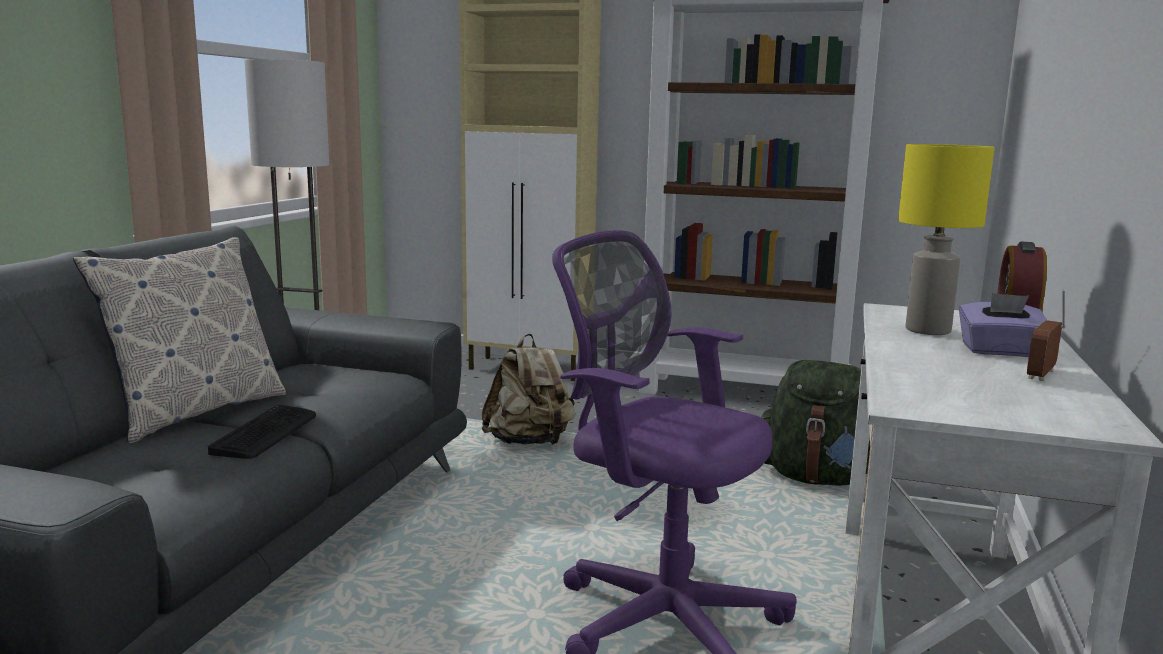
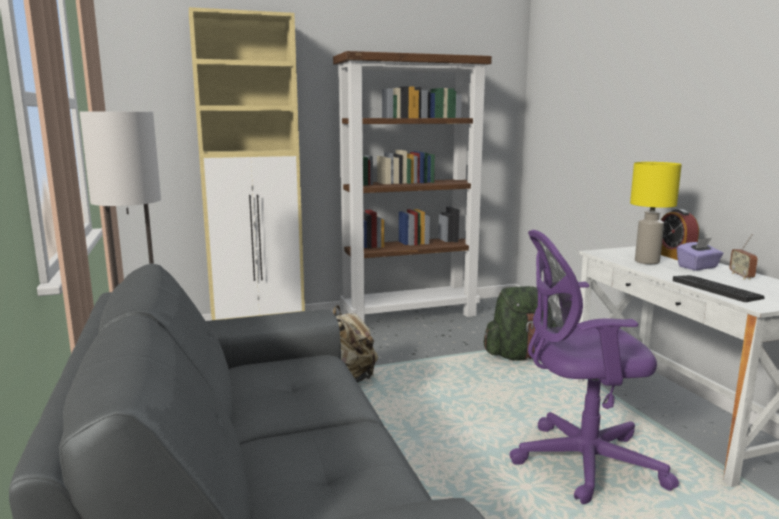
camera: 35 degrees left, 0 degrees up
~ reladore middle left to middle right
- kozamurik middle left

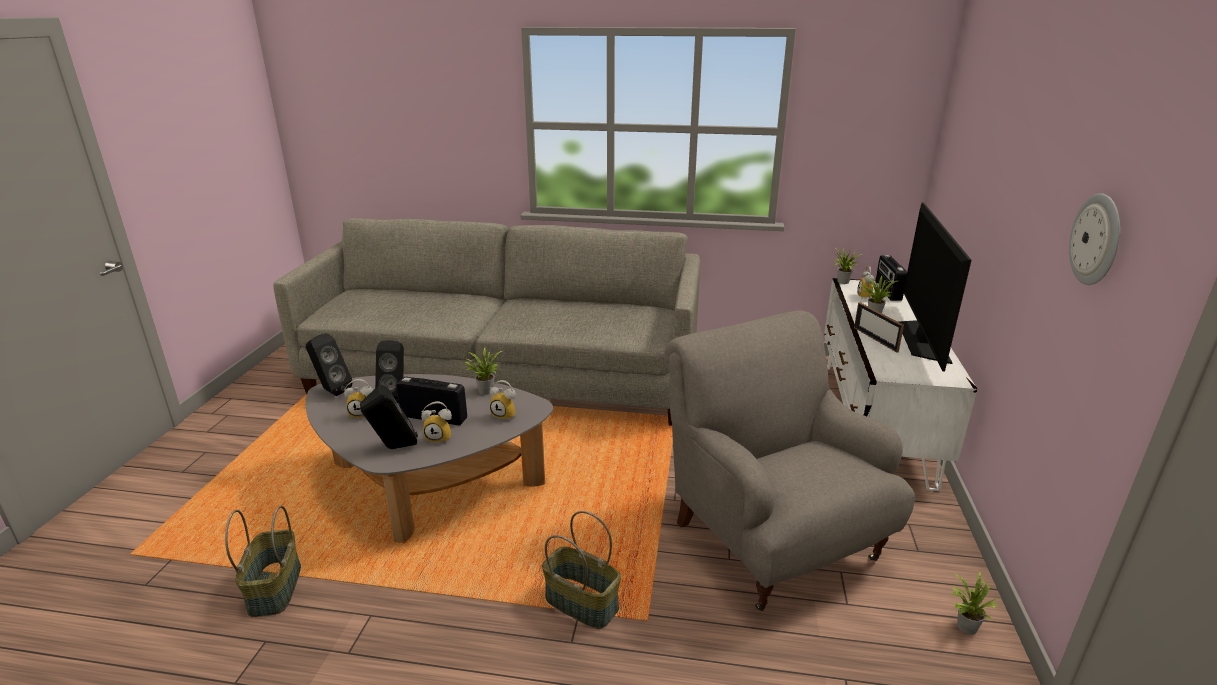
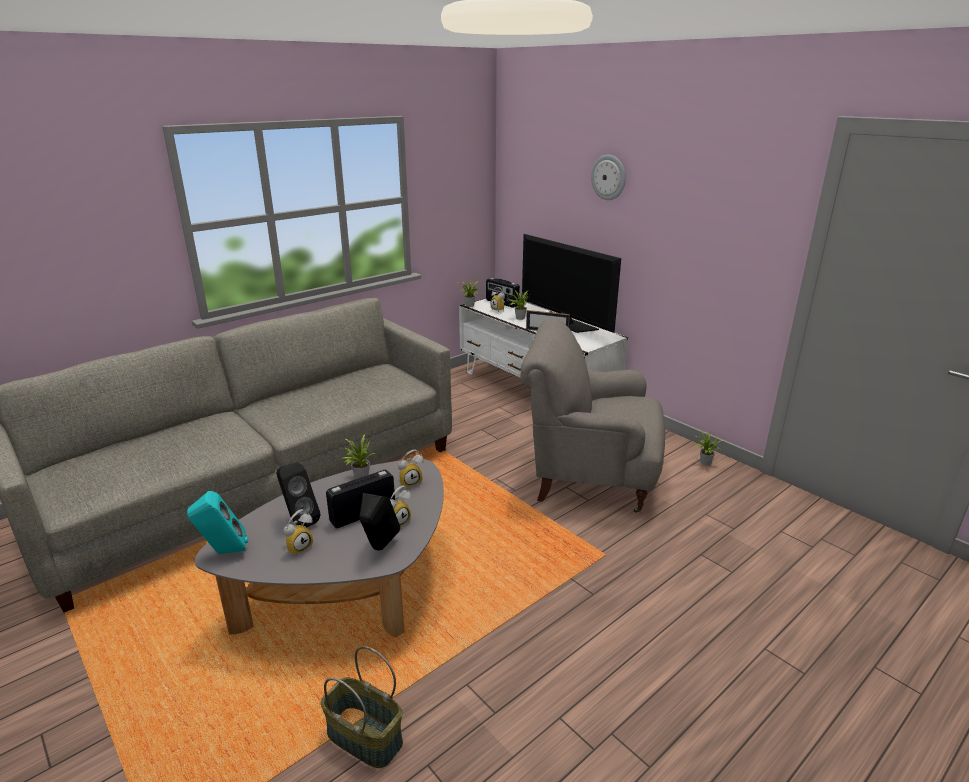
camera: 50 degrees left, 0 degrees up
~ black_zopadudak (1st from left) middle left to turquoise_zopadudak bottom left
~ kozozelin middle right to top centre
- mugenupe (2nd from left) bottom centre

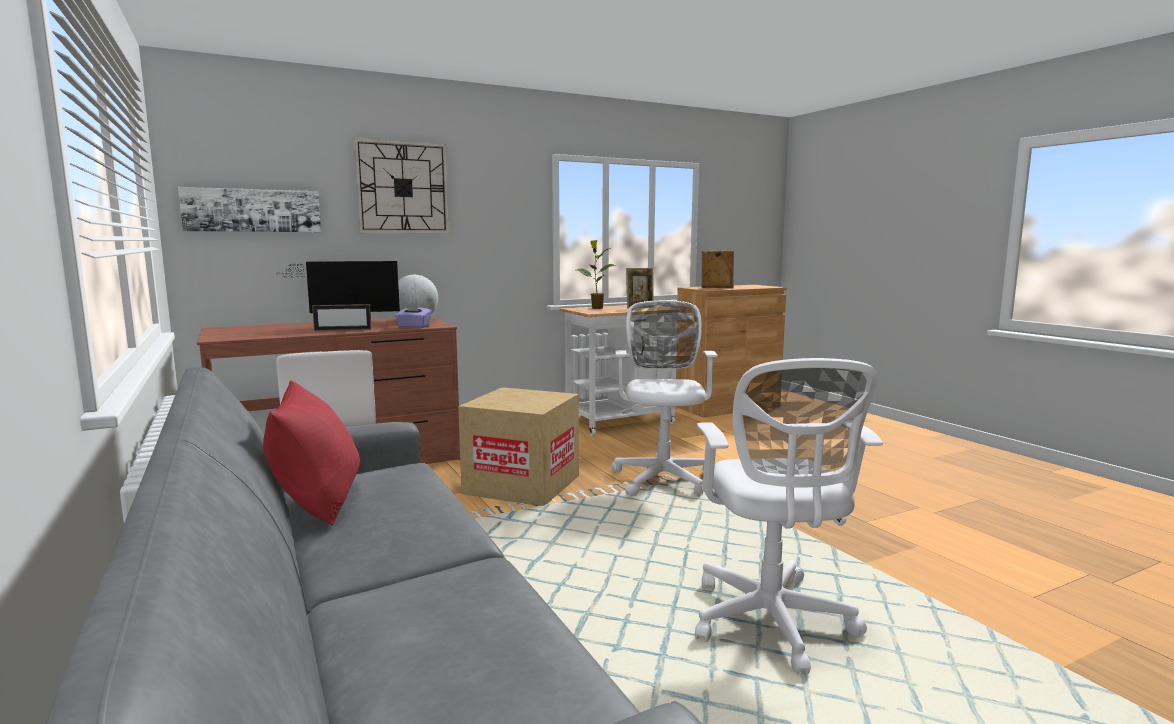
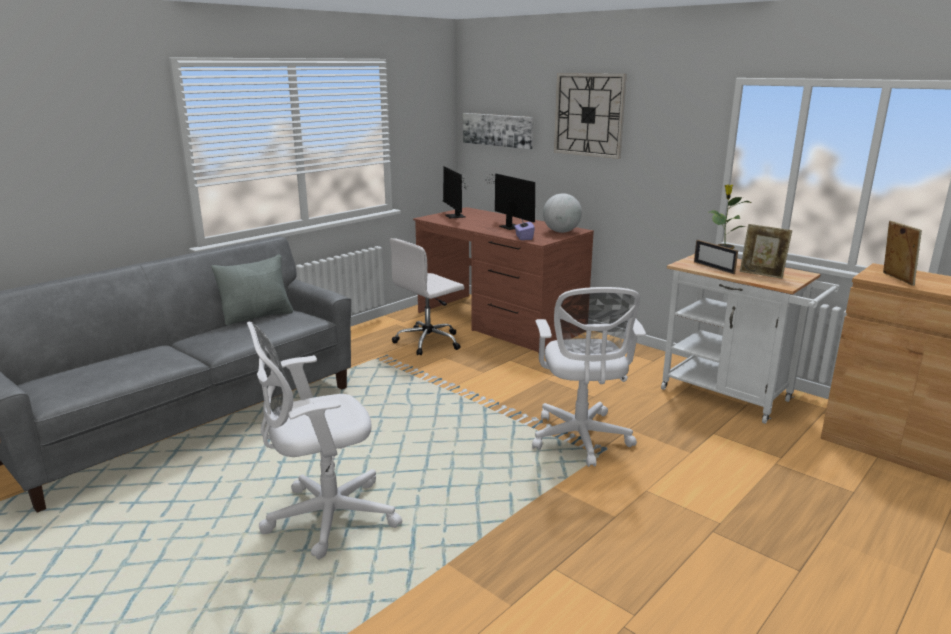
camera: 70 degrees right, 10 degrees up
~ red_kozamurik middle left to grey_kozamurik middle left
+ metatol (1st from left) top centre
~ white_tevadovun (2nd from left in the first image) centre = centre 105 degrees clockwise
~ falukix (1st from left) middle left to middle right
- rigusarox centre

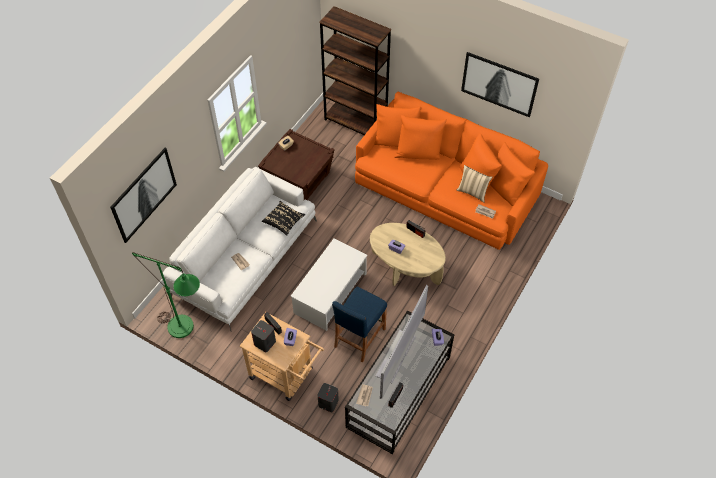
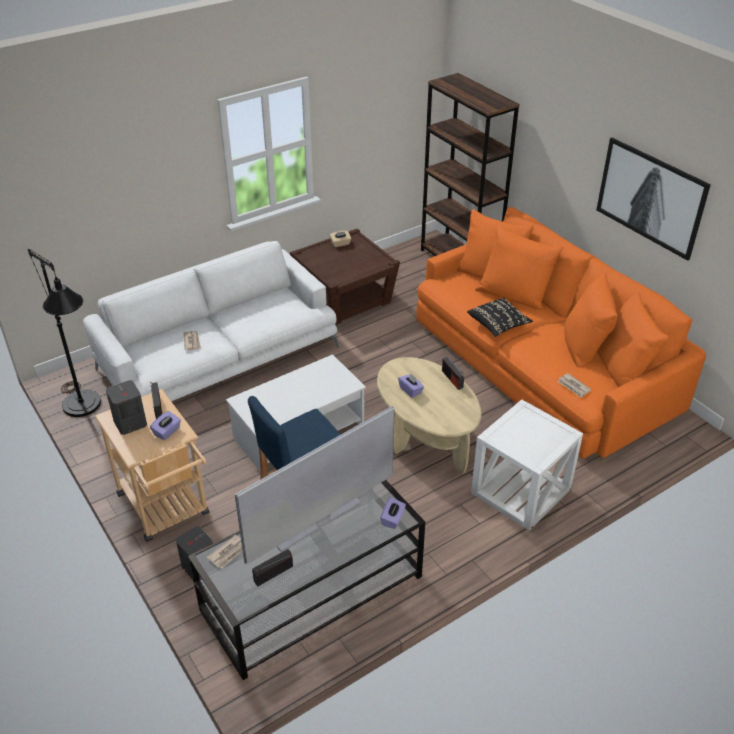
camera: 25 degrees right, 15 degrees down
~ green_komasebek middle left to black_komasebek middle left
~ black_kozamurik centre to middle right
+ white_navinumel middle right
- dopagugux (1st from left) middle left
- beige_kozamurik centre

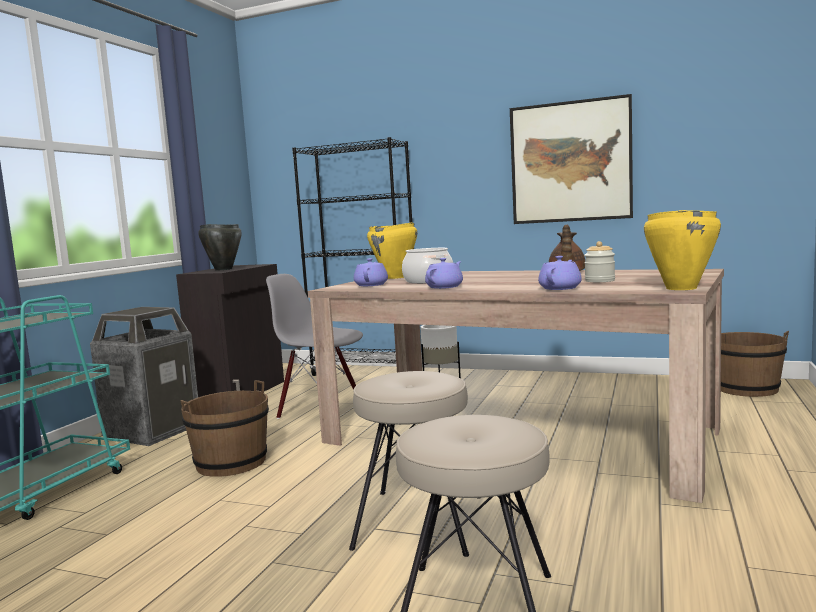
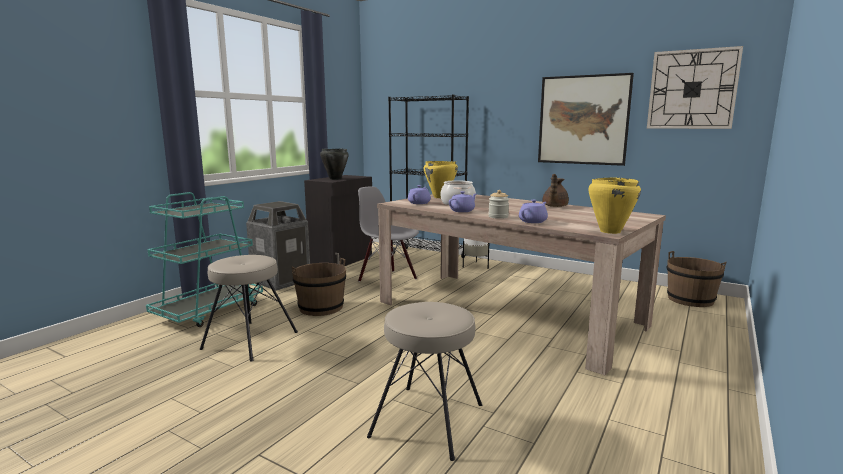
camera: 10 degrees right, 5 degrees up
~ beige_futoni (1st from left) bottom centre to middle left
~ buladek middle right to centre
+ kozozelin top right

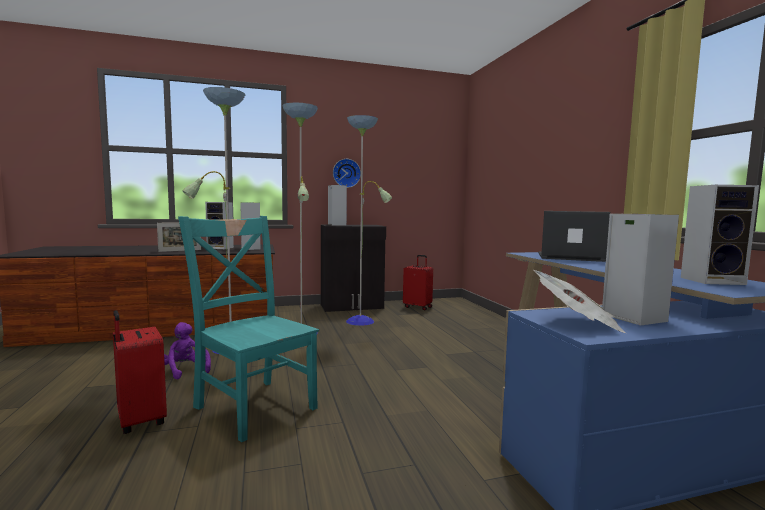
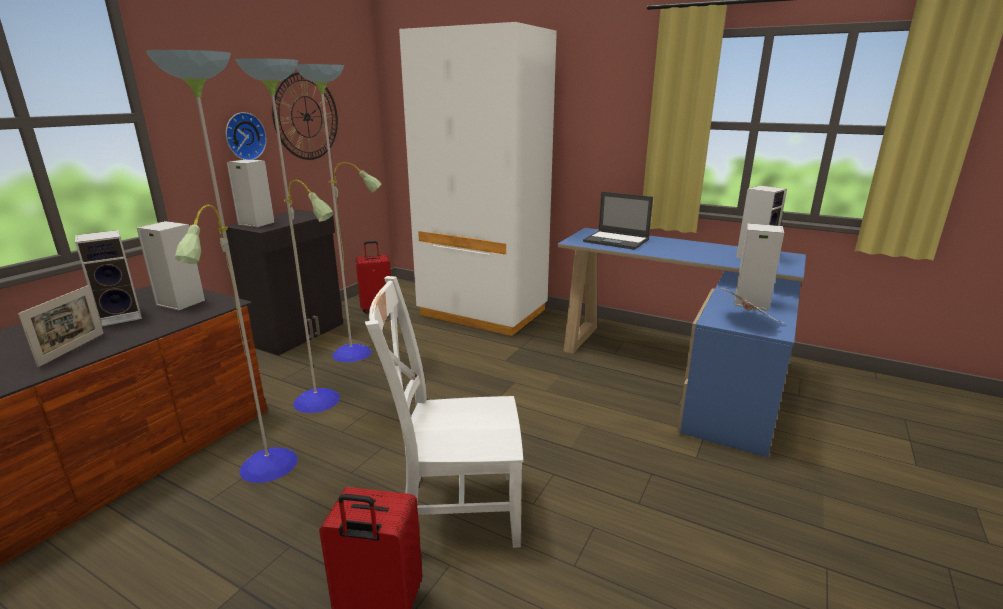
camera: 45 degrees left, 15 degrees up
+ kozozelin (2nd from left) top left
~ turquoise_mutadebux middle left to white_mutadebux bottom centre
+ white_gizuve top centre
~ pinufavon middle right = centre 120 degrees counterclockwise
- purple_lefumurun bottom left

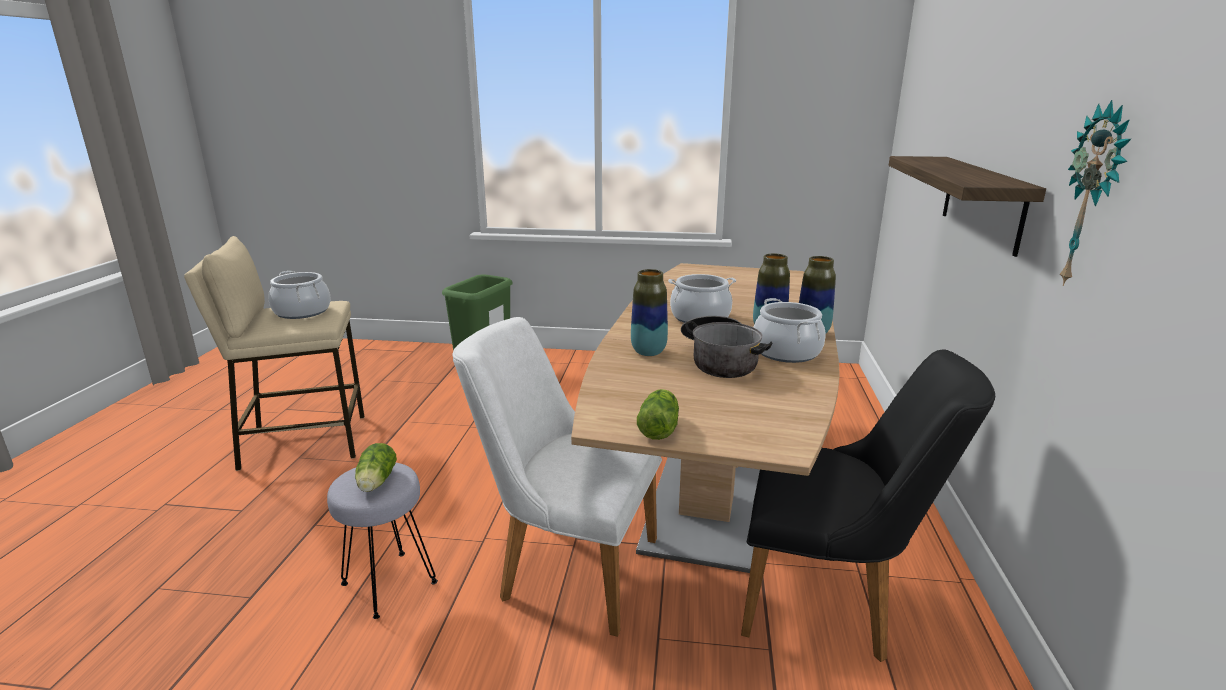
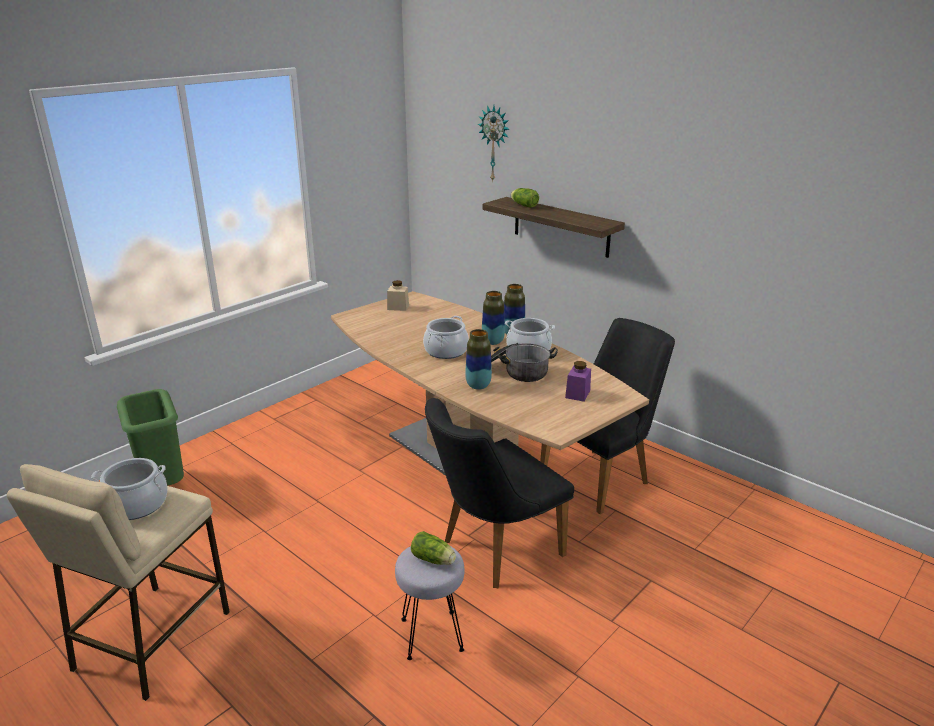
camera: 55 degrees left, 5 degrees up
+ beige_buladek centre
~ white_mutadebux bottom centre to black_mutadebux (1st from left) bottom centre
~ kozozelin top right to top centre
~ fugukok (2nd from left) centre to top centre
+ purple_buladek centre

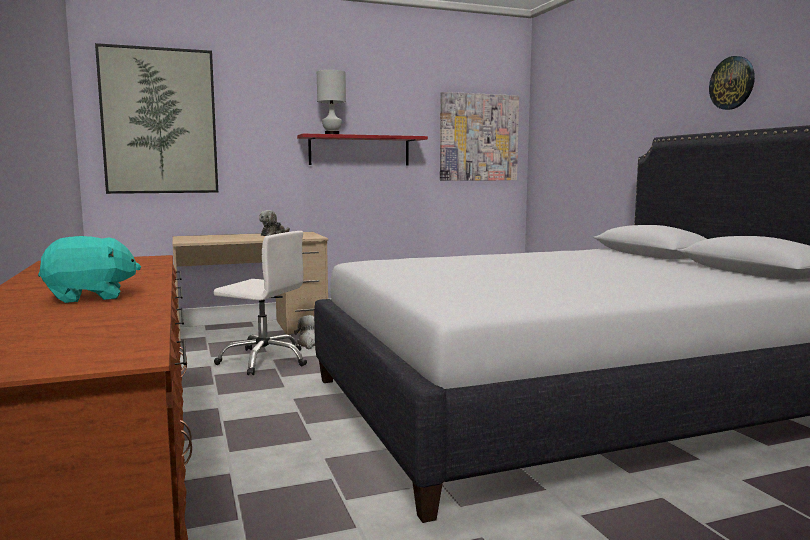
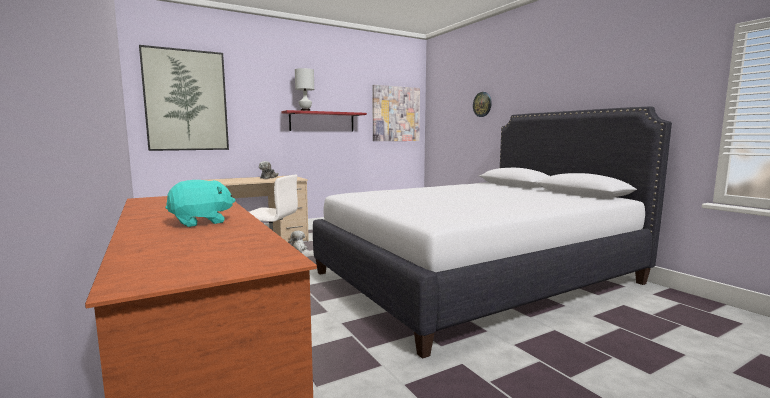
camera: 10 degrees left, 0 degrees up
~ kozozelin top right to top centre

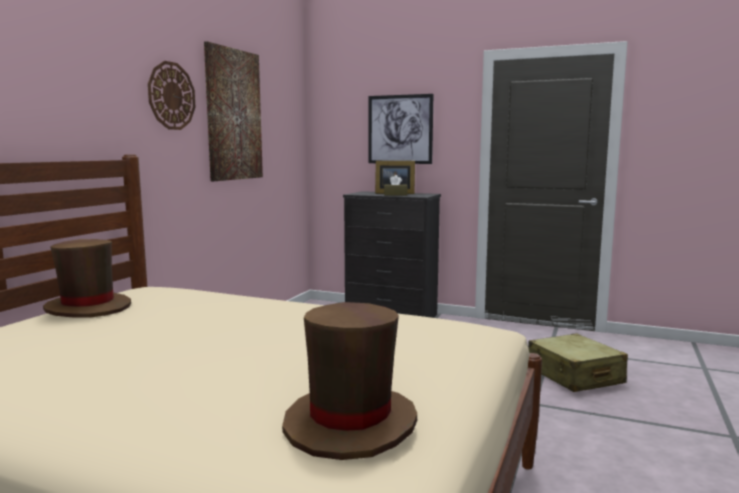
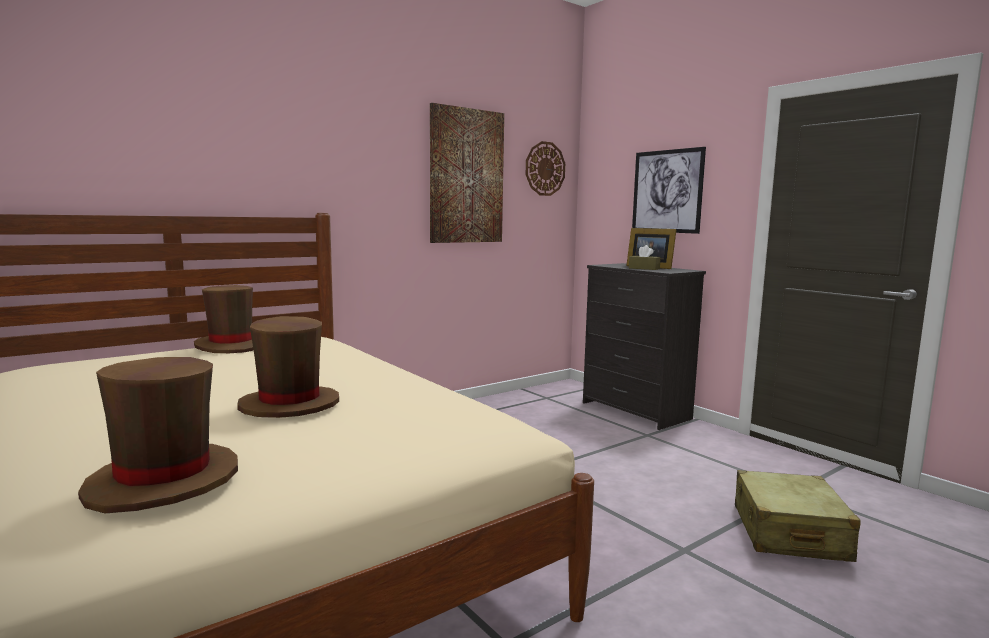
camera: 30 degrees right, 0 degrees up
+ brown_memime (3rd from left) middle left
~ kozozelin top left to top centre

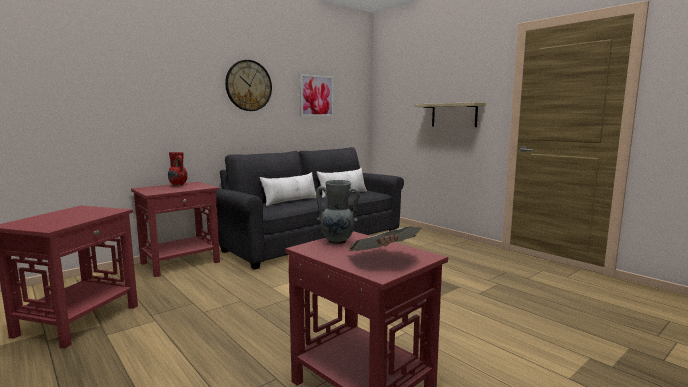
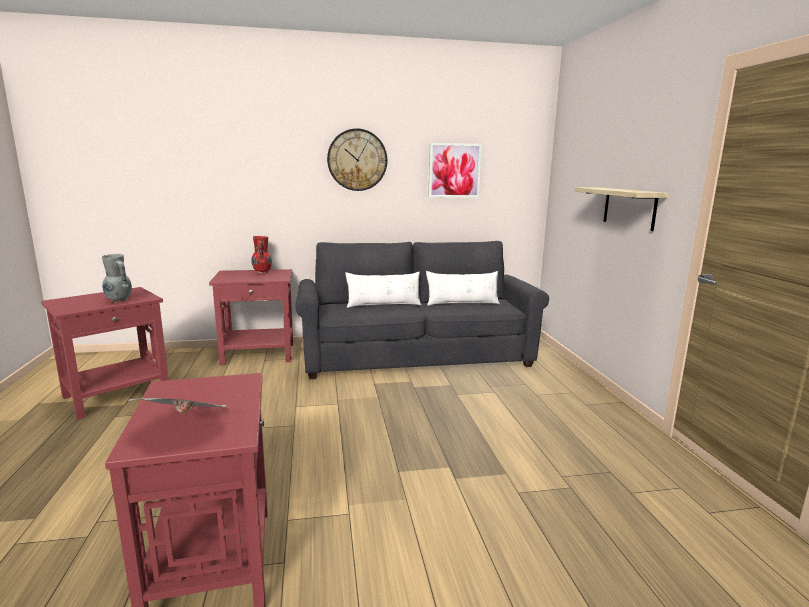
camera: 30 degrees right, 5 degrees up
~ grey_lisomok centre to middle left

